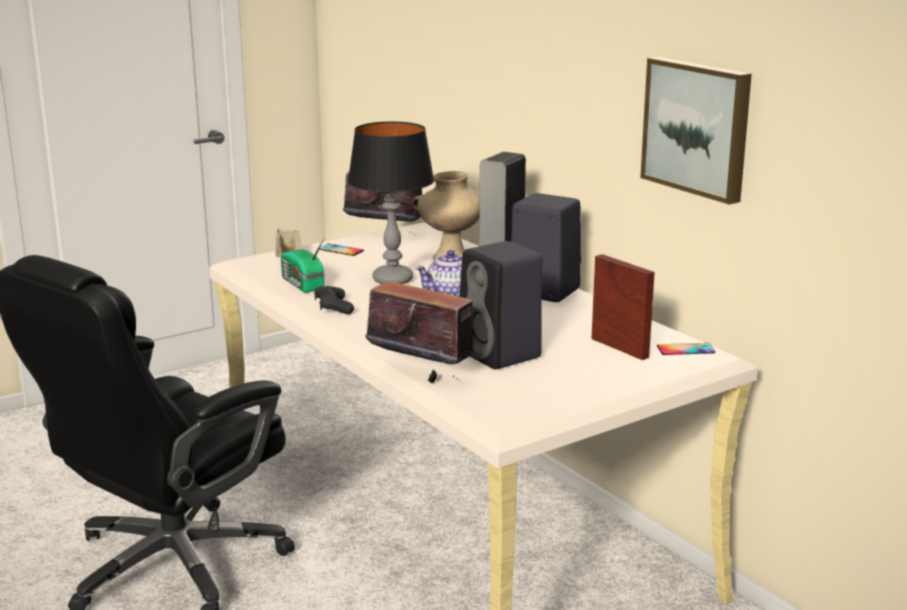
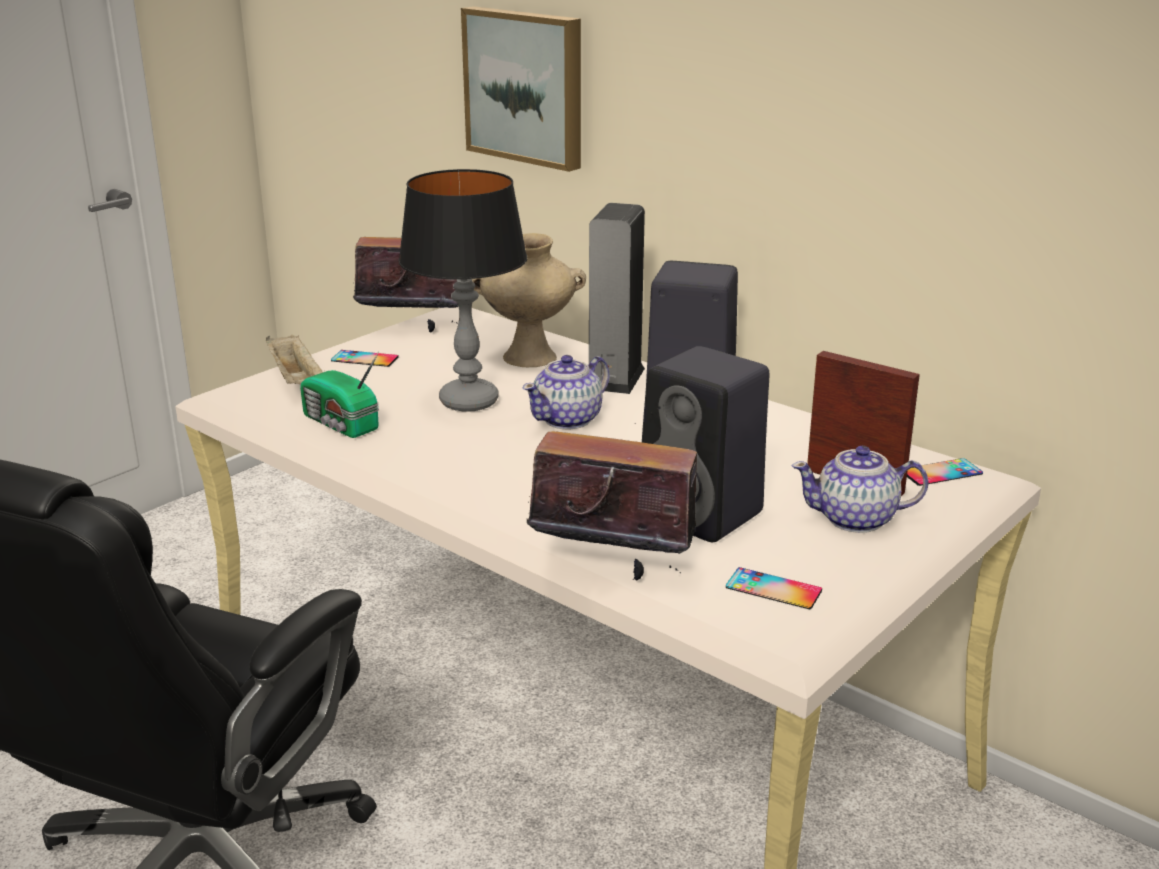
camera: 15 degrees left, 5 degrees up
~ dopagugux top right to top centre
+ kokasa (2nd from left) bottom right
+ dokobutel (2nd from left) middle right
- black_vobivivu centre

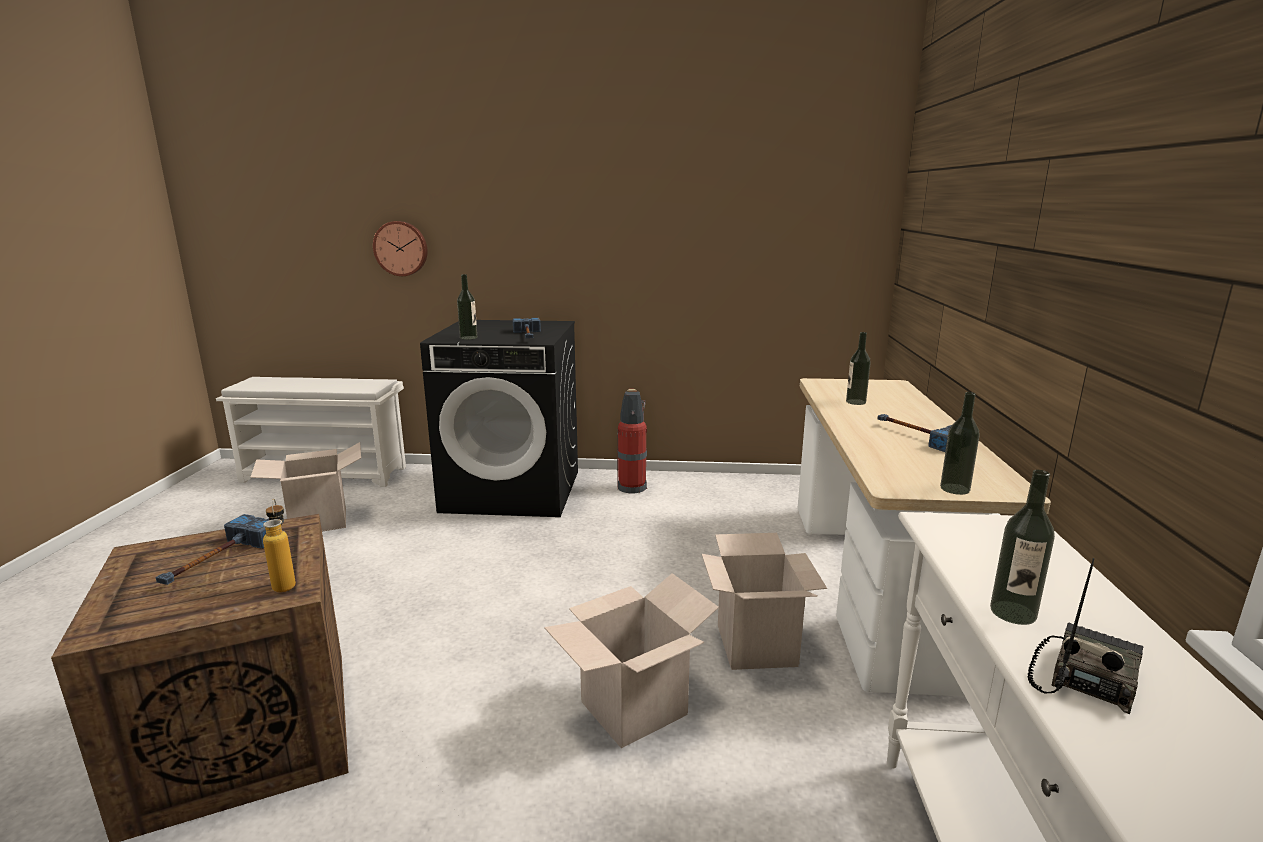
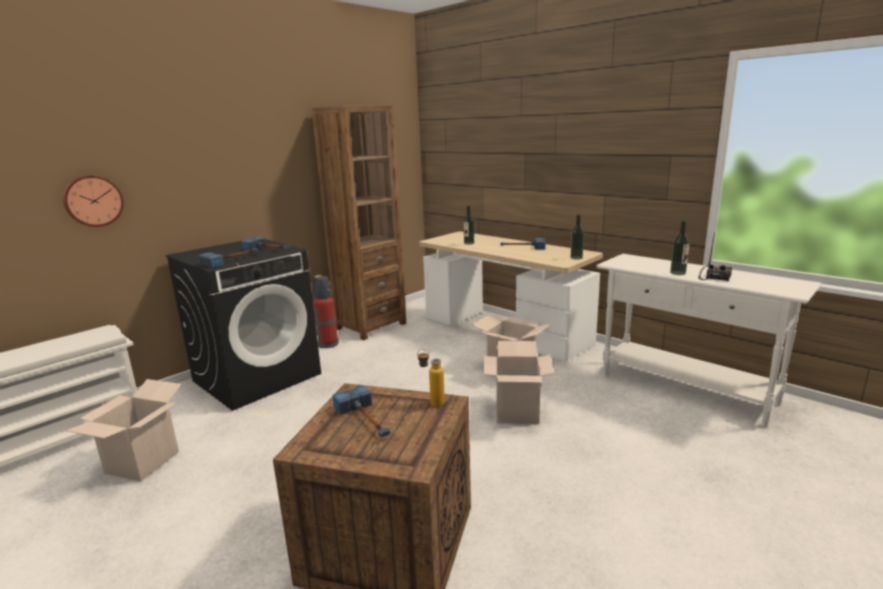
camera: 50 degrees left, 0 degrees up
~ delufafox (2nd from left) centre to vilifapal (1st from left) middle left
+ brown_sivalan centre
~ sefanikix bottom right = middle right 45 degrees clockwise

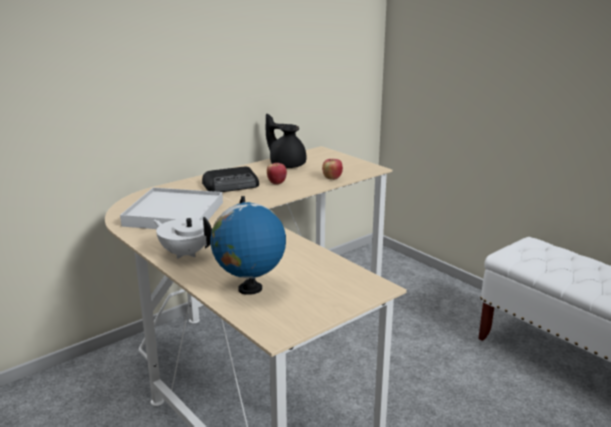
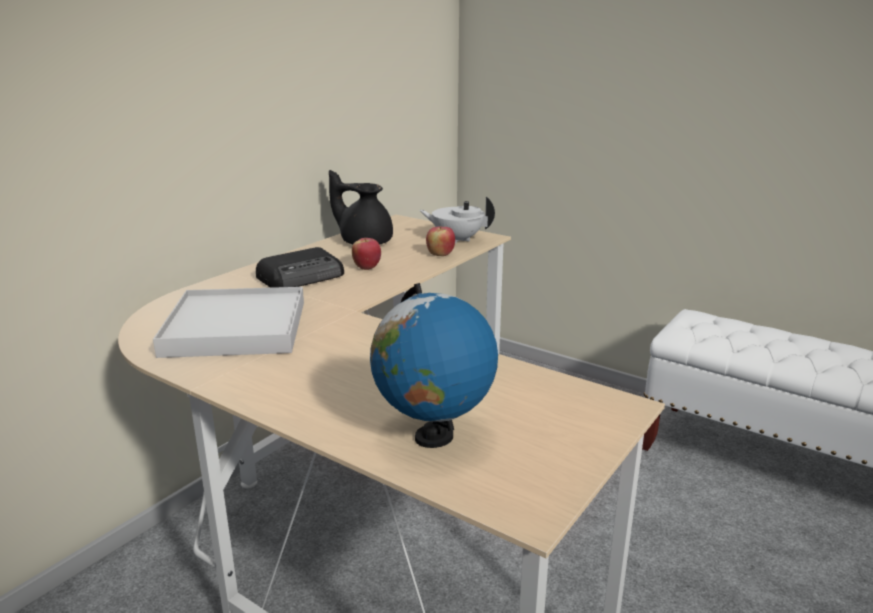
camera: 15 degrees left, 0 degrees up
~ white_dokobutel middle left to centre

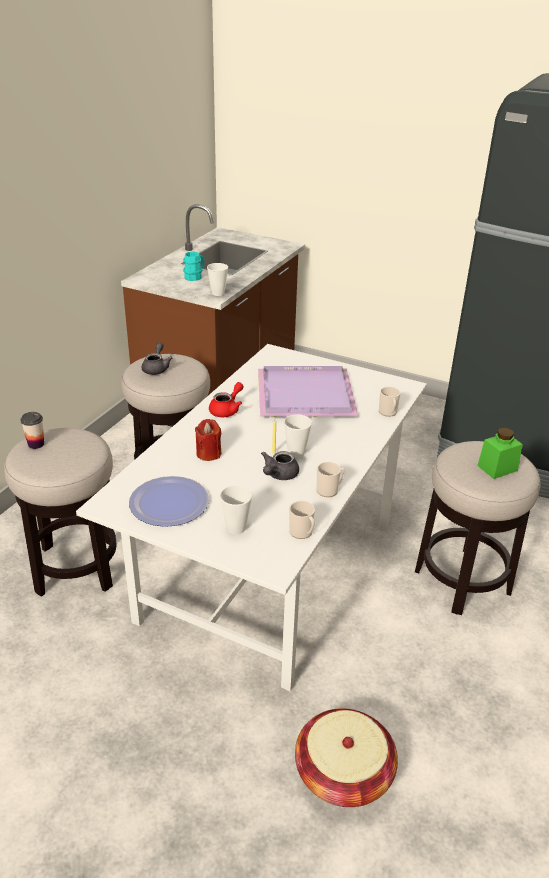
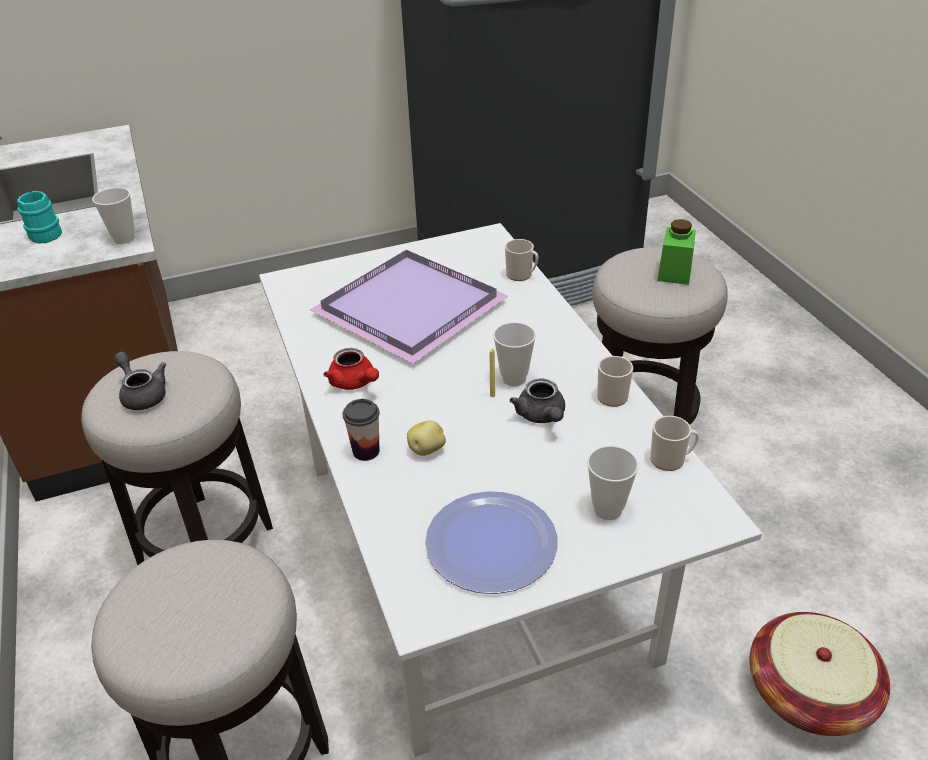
camera: 45 degrees left, 5 degrees up
~ red_dokobutel centre = centre 150 degrees clockwise
~ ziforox (1st from left in the first image) middle left to ziforox (2nd from left) centre
~ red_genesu centre to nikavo centre

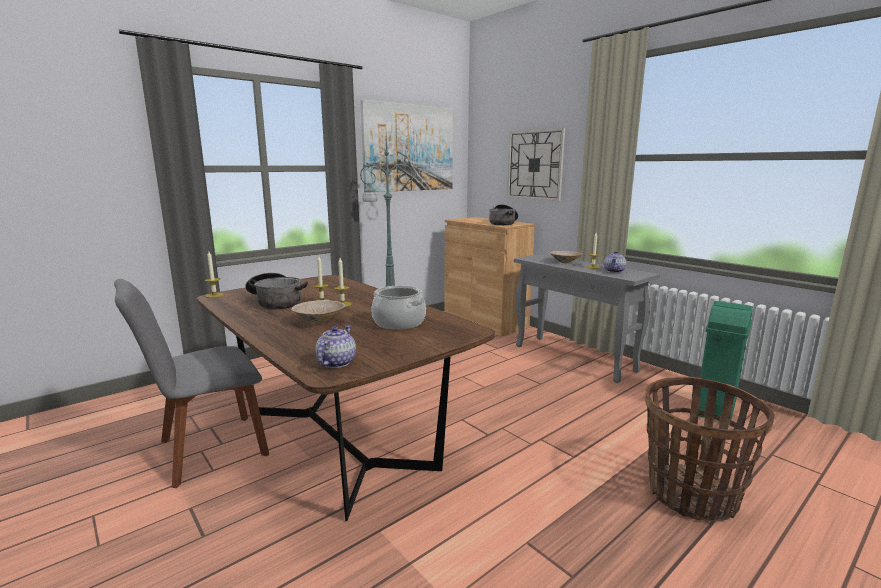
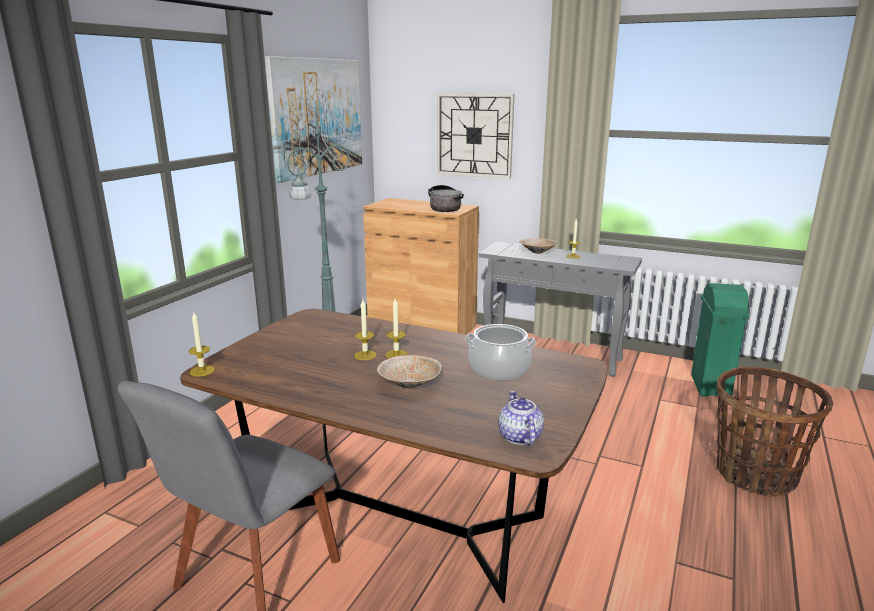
camera: 25 degrees left, 5 degrees up
- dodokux (1st from left) middle left
- dokobutel (2nd from left) middle right

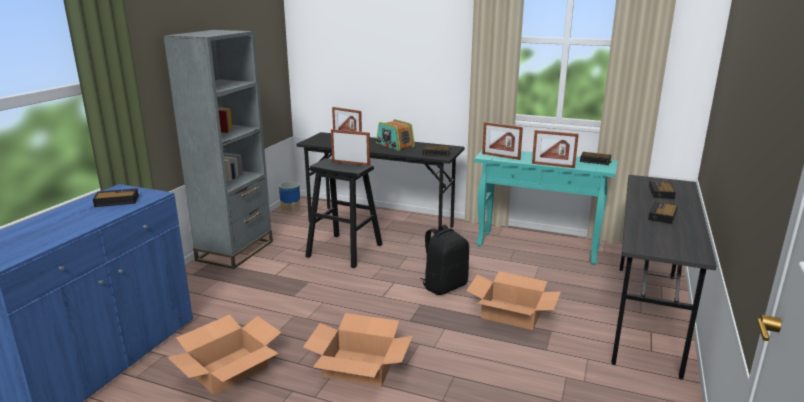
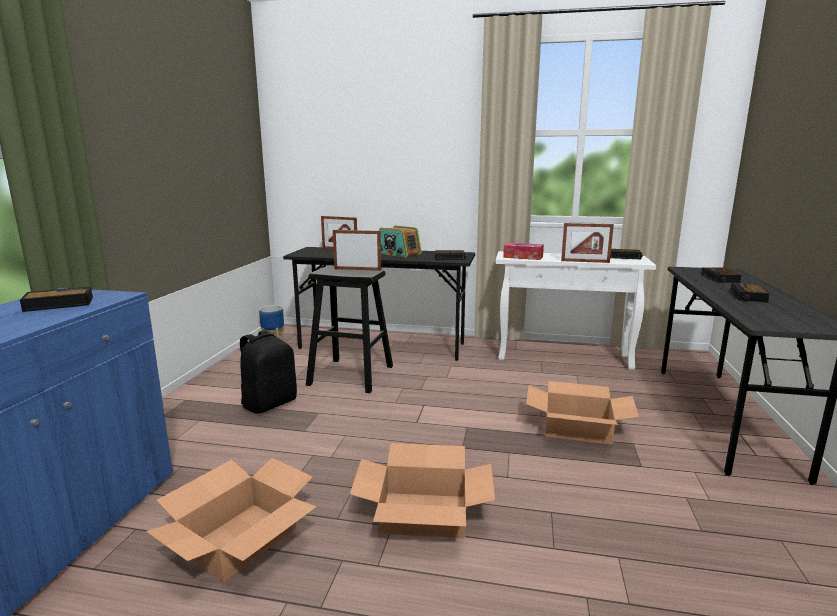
camera: 10 degrees left, 5 degrees down
~ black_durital centre to middle left
~ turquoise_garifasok middle right to white_garifasok middle right
~ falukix (3rd from left) centre to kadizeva centre
- grey_sivalan middle left

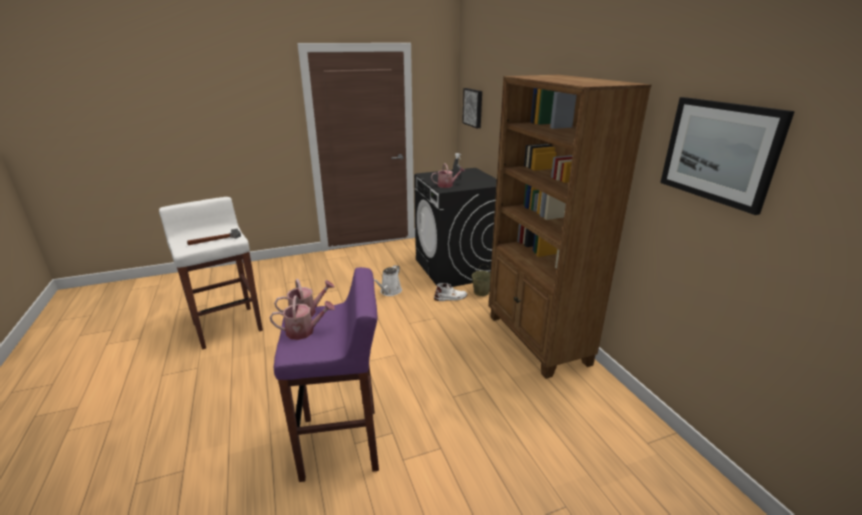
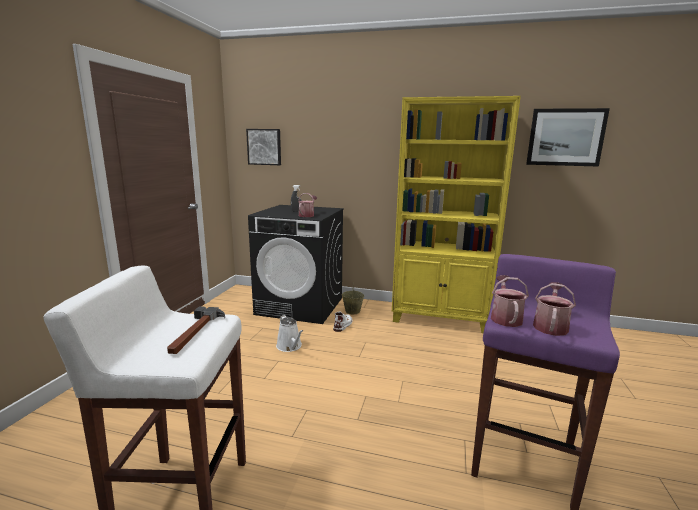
camera: 55 degrees left, 10 degrees down
~ brown_sivalan centre to yellow_sivalan centre

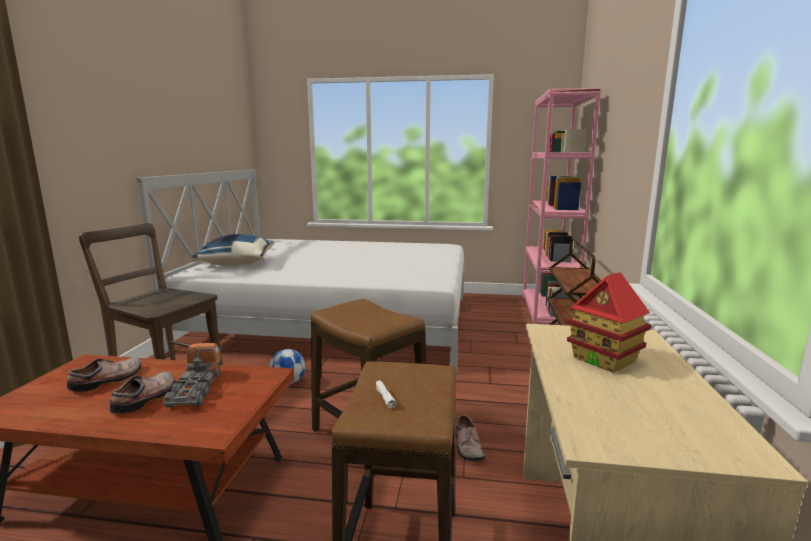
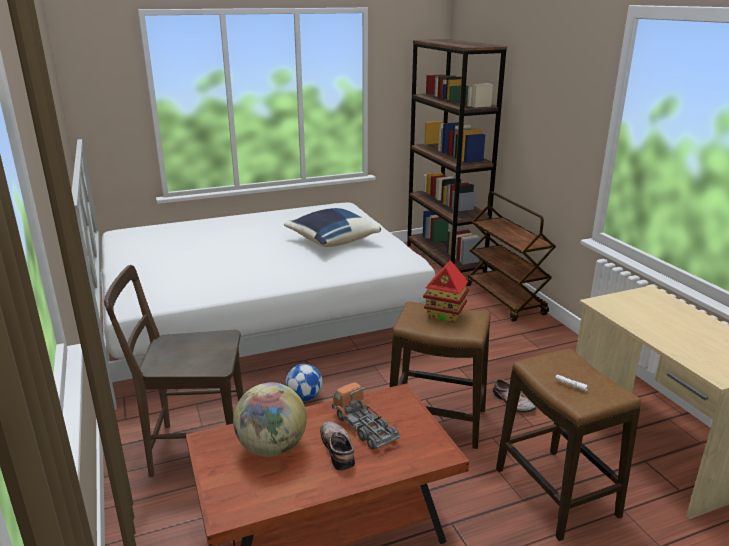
camera: 30 degrees left, 10 degrees up
~ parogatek (1st from left) bottom left to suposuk bottom centre
~ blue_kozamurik middle left to centre
~ pink_sivalan middle right to brown_sivalan top centre
~ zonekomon middle right to centre

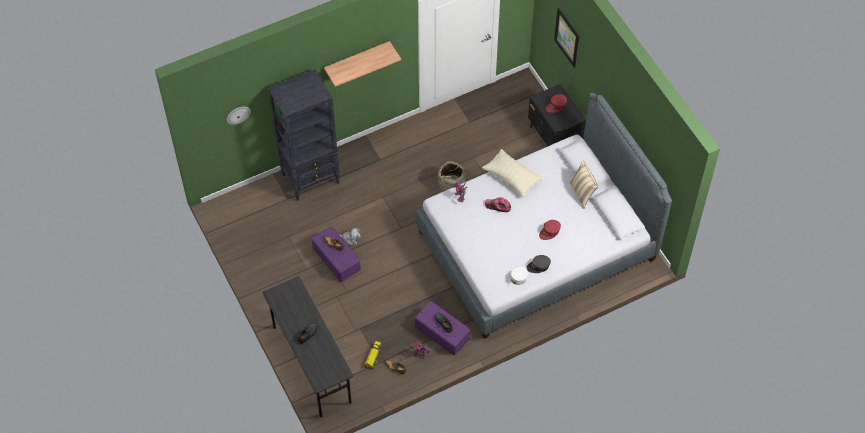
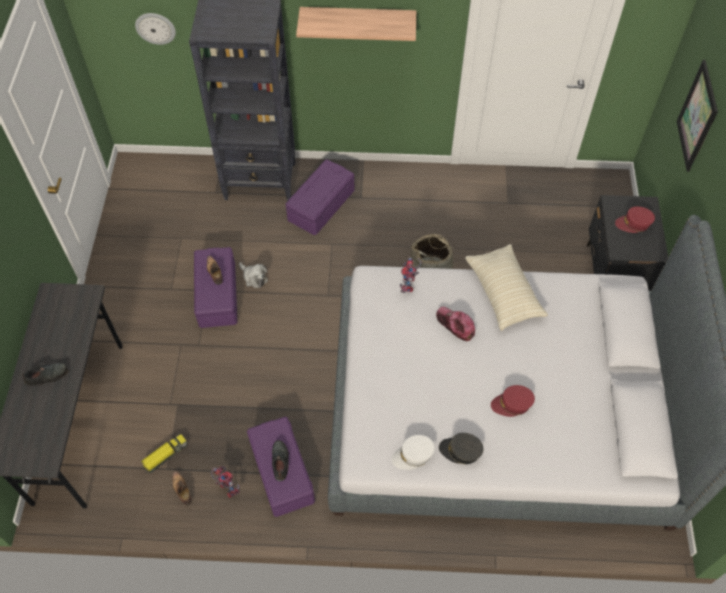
camera: 30 degrees right, 0 degrees up
+ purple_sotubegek (3rd from left) top centre
- beige_kozamurik (2nd from left) middle right

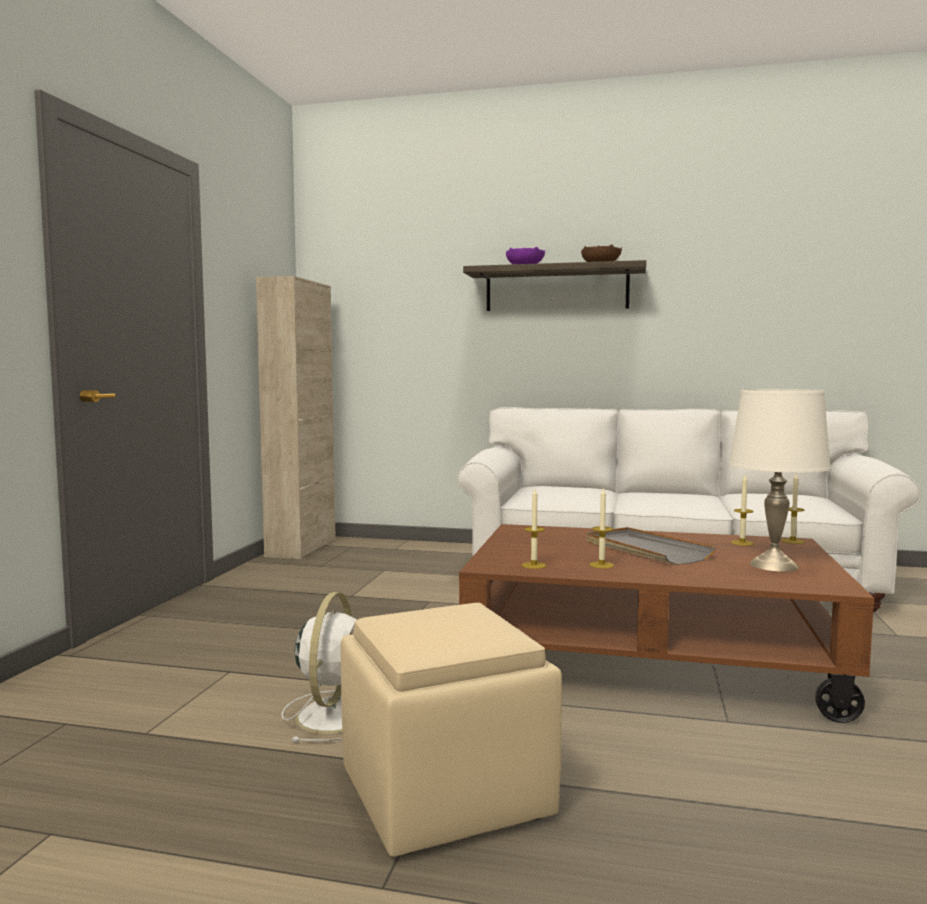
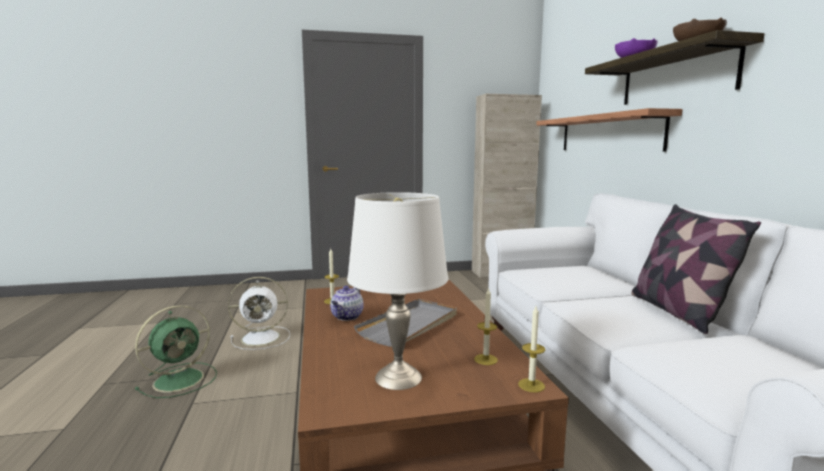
camera: 65 degrees right, 5 degrees up
~ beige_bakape bottom centre to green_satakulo bottom left
~ genesu (2nd from left) centre to dokobutel centre
+ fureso (1st from left) top right
+ kozamurik middle right

